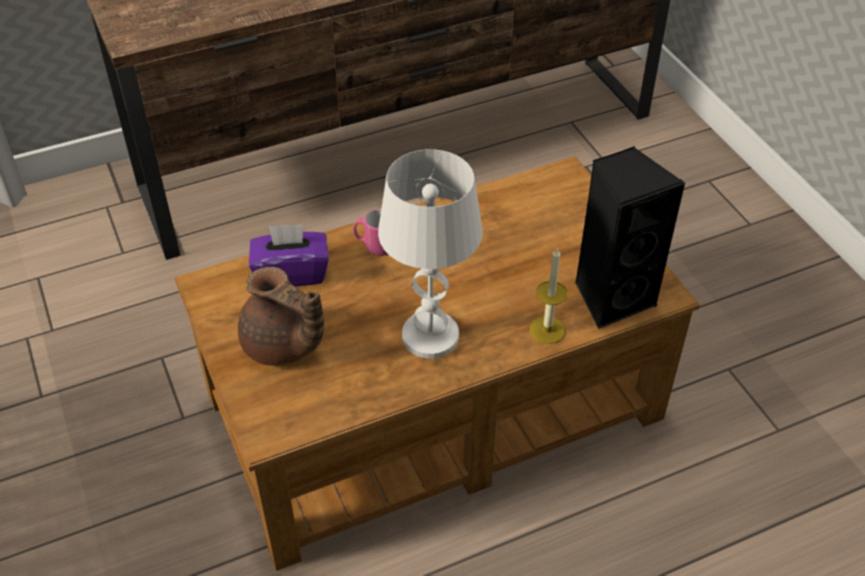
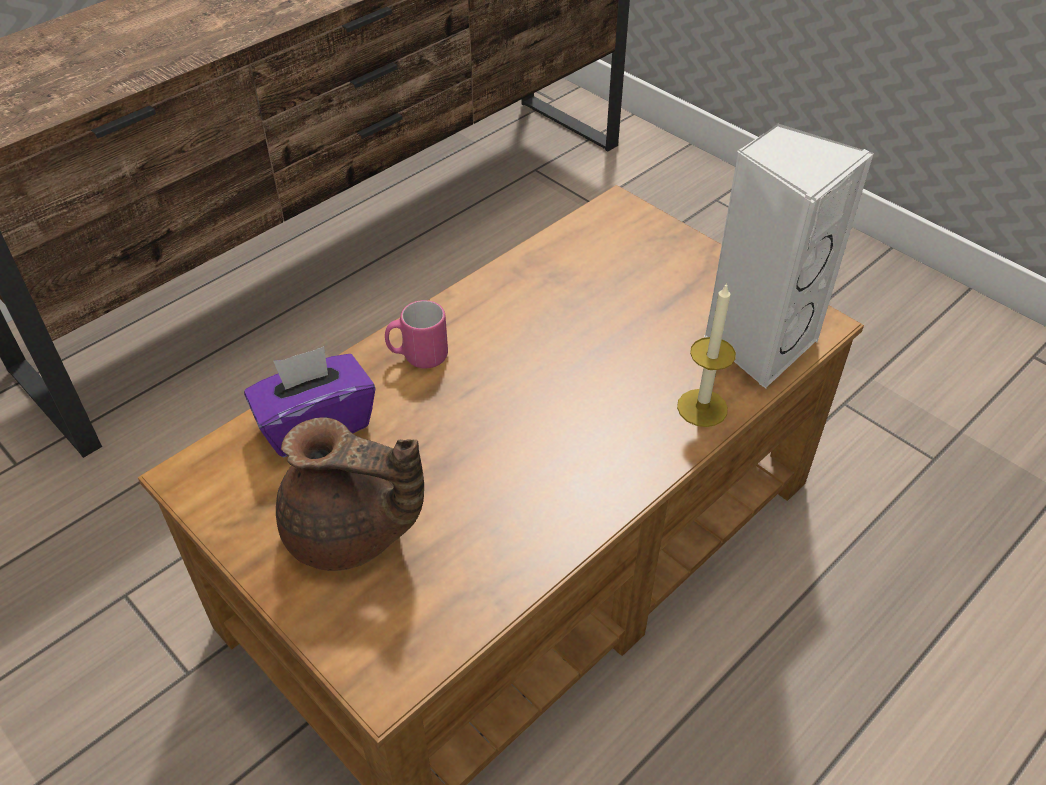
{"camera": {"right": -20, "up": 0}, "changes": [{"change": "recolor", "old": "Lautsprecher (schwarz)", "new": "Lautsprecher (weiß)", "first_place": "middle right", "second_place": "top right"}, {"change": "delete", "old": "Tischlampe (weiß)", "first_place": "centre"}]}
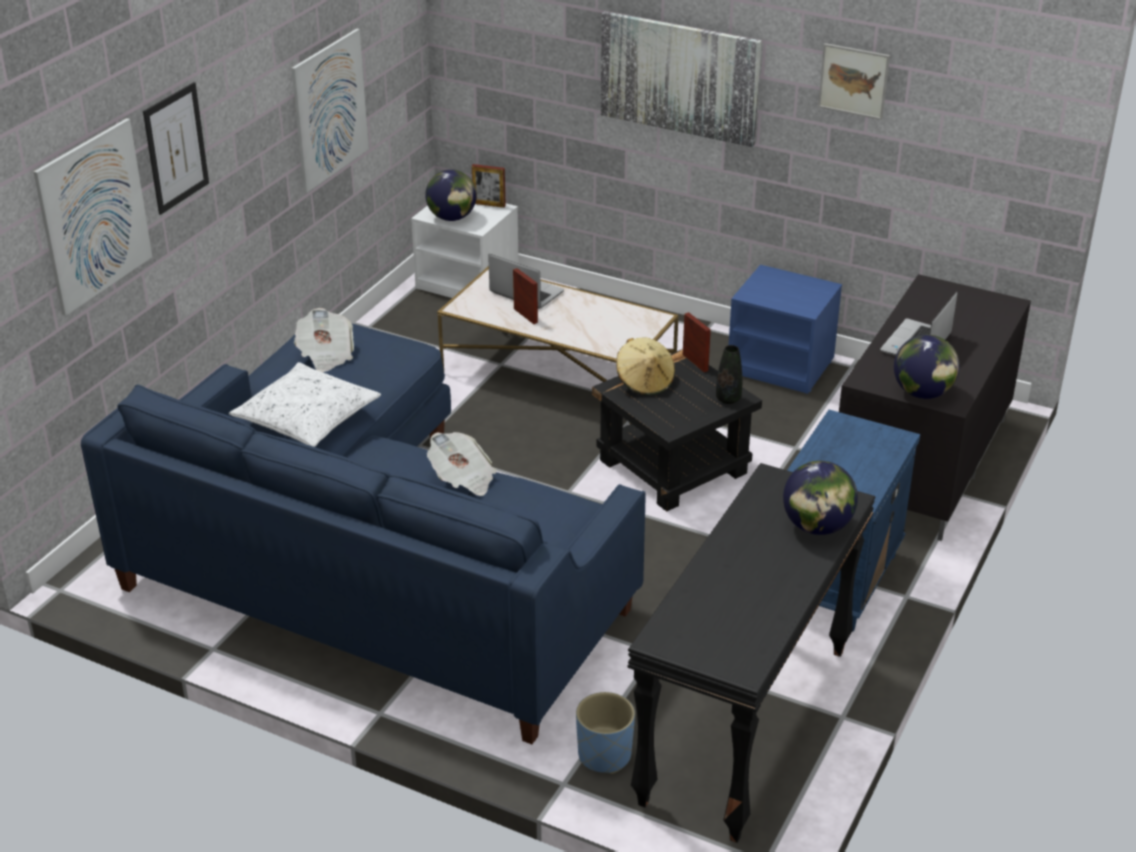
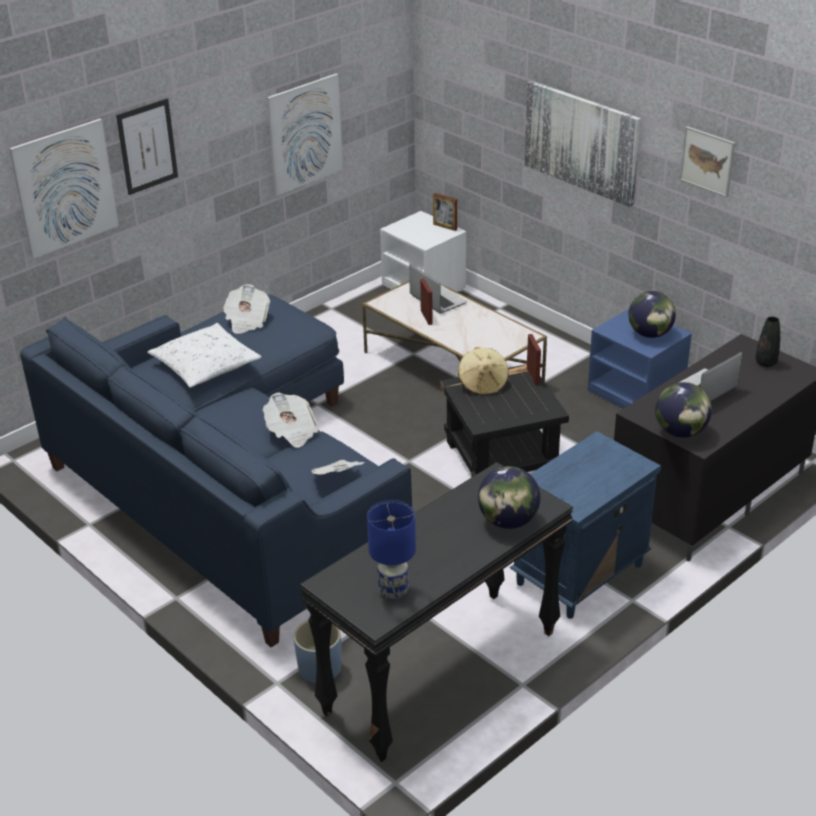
{"camera": {"right": 20, "up": 0}, "changes": [{"change": "insert", "new": "Zeitung (3rd from left)", "second_place": "centre"}, {"change": "insert", "new": "Tischlampe (blau)", "second_place": "bottom centre"}, {"change": "move", "old": "Globus (1st from left in the first image)", "new": "Globus (2nd from left)", "first_place": "top centre", "second_place": "middle right"}, {"change": "move", "old": "Vase (schwarz)", "first_place": "centre", "second_place": "middle right"}]}
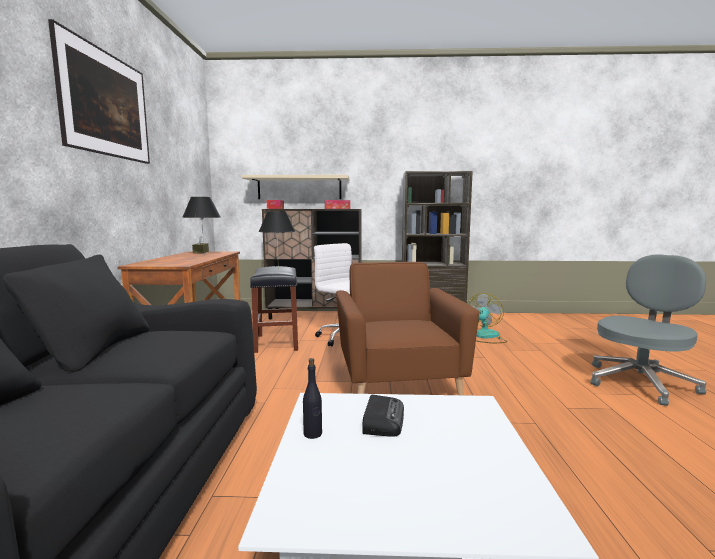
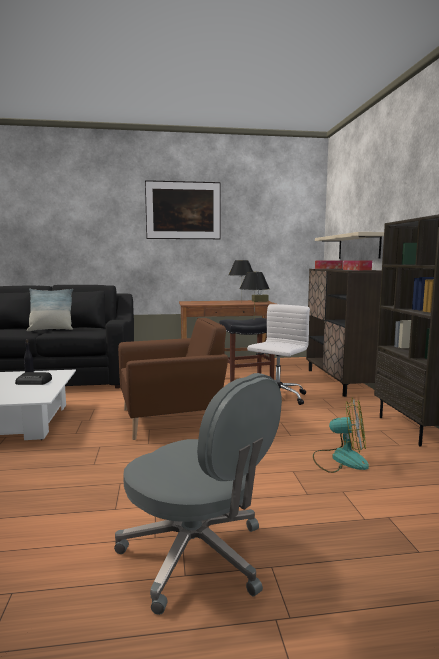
{"camera": {"right": 80, "up": 0}, "changes": [{"change": "insert", "new": "Kissen", "second_place": "middle left"}]}
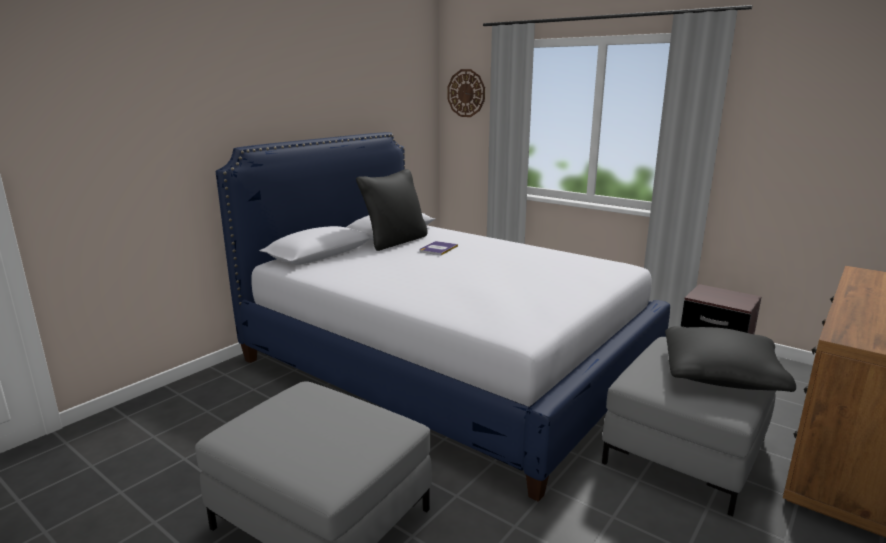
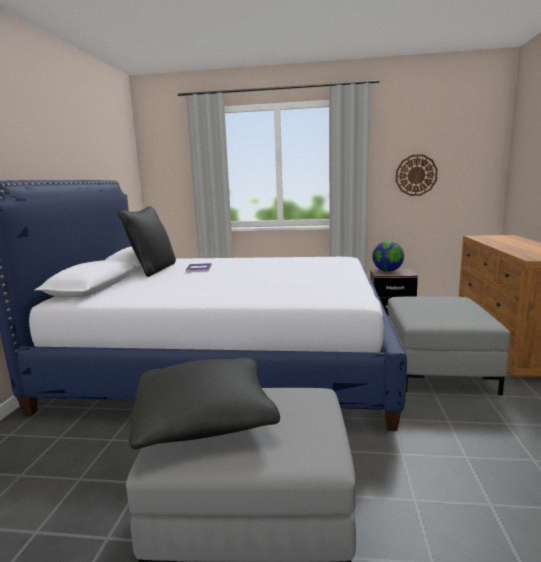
{"camera": {"right": -30, "up": -5}, "changes": [{"change": "move", "old": "Kissen (schwarz) (2nd from left)", "first_place": "middle right", "second_place": "bottom centre"}, {"change": "insert", "new": "Globus", "second_place": "middle right"}, {"change": "move", "old": "Wanduhr", "first_place": "top centre", "second_place": "top right"}]}
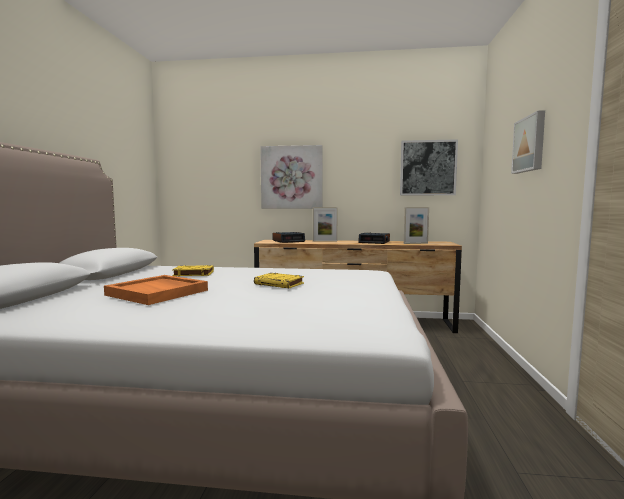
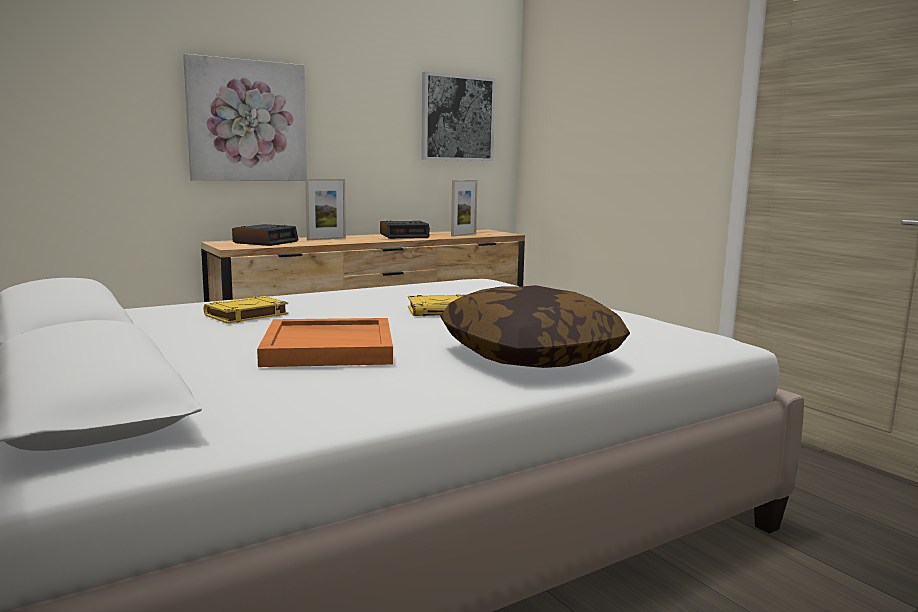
{"camera": {"right": -40, "up": 5}, "changes": [{"change": "insert", "new": "Kissen", "second_place": "centre"}, {"change": "delete", "old": "Bild (3rd from left)", "first_place": "top right"}]}
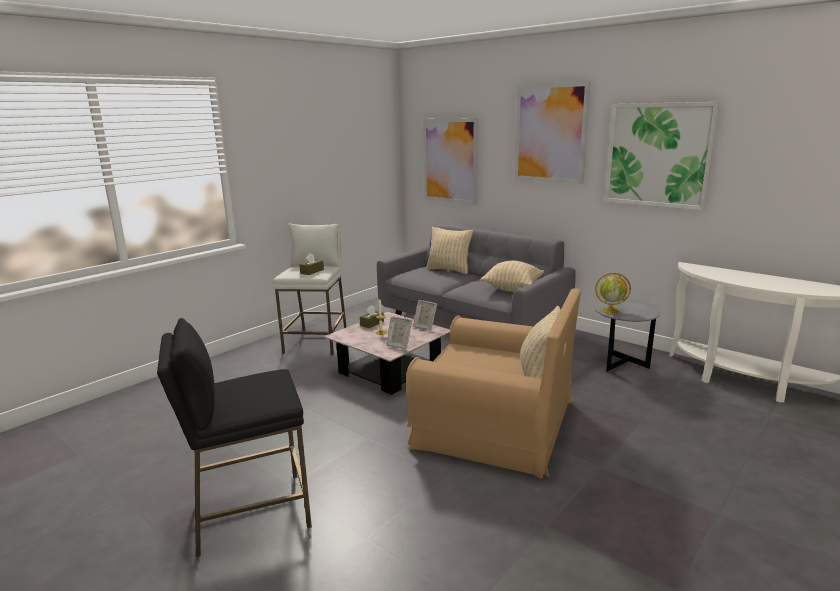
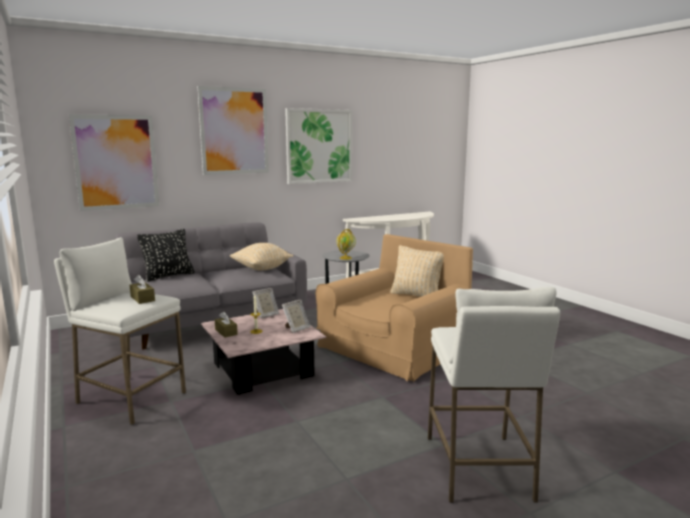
{"camera": {"right": -70, "up": -5}, "changes": [{"change": "recolor", "old": "Kissen (beige) (1st from left)", "new": "Kissen (schwarz)", "first_place": "centre", "second_place": "middle left"}, {"change": "recolor", "old": "Hocker (schwarz)", "new": "Hocker (weiß) (2nd from left)", "first_place": "bottom left", "second_place": "bottom right"}]}
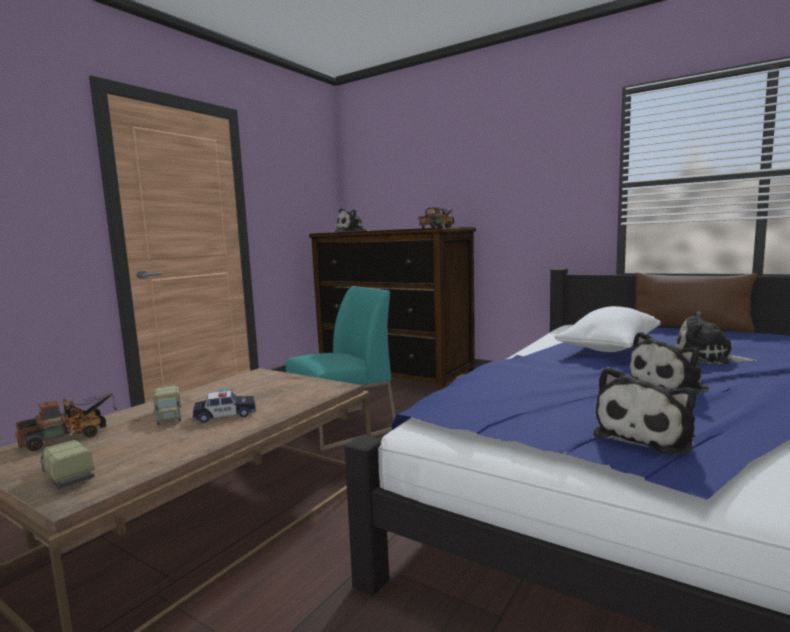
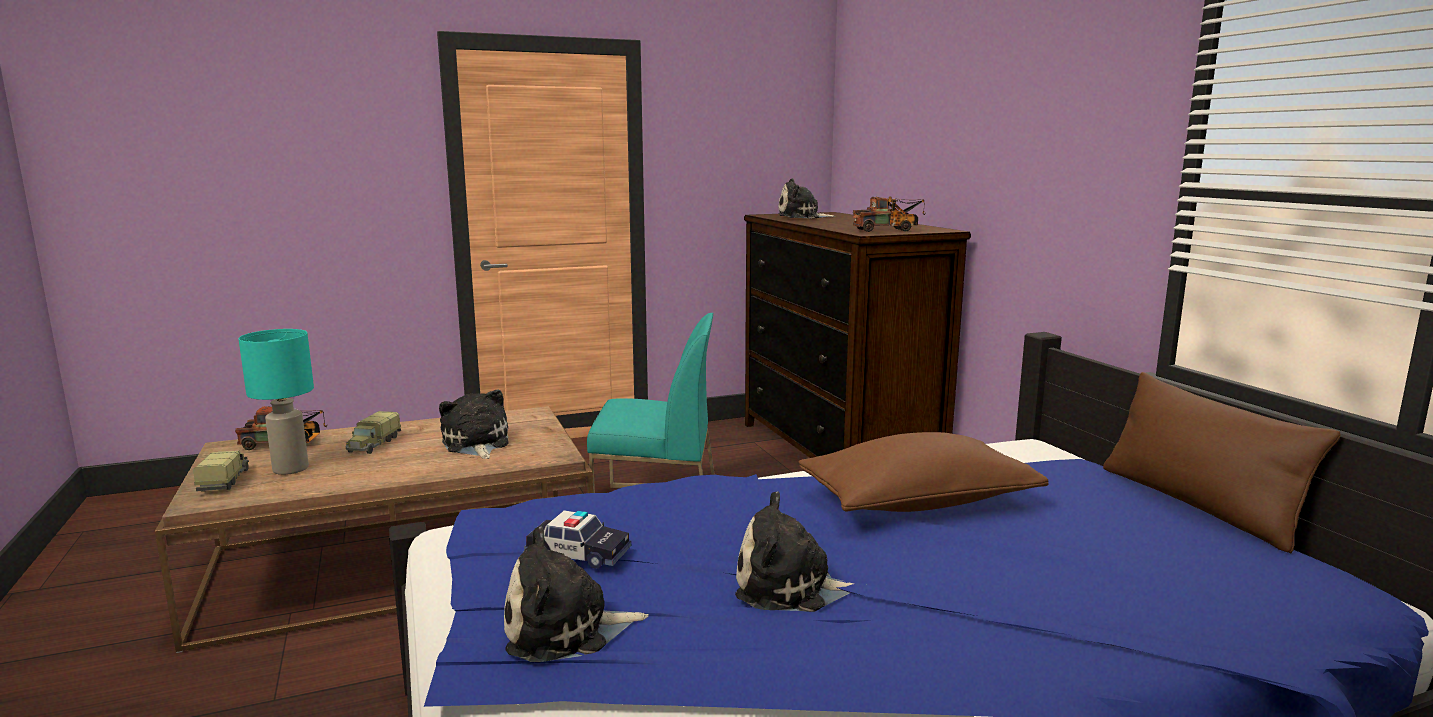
{"camera": {"right": 35, "up": 5}, "changes": [{"change": "insert", "new": "Tischlampe (türkis)", "second_place": "middle left"}, {"change": "move", "old": "Plüschtier (4th from left in the first image)", "new": "Plüschtier (1st from left)", "first_place": "middle right", "second_place": "middle left"}, {"change": "move", "old": "Spielzeugauto", "first_place": "middle left", "second_place": "bottom centre"}, {"change": "recolor", "old": "Kissen (weiß)", "new": "Kissen (braun) (1st from left)", "first_place": "middle right", "second_place": "centre"}]}
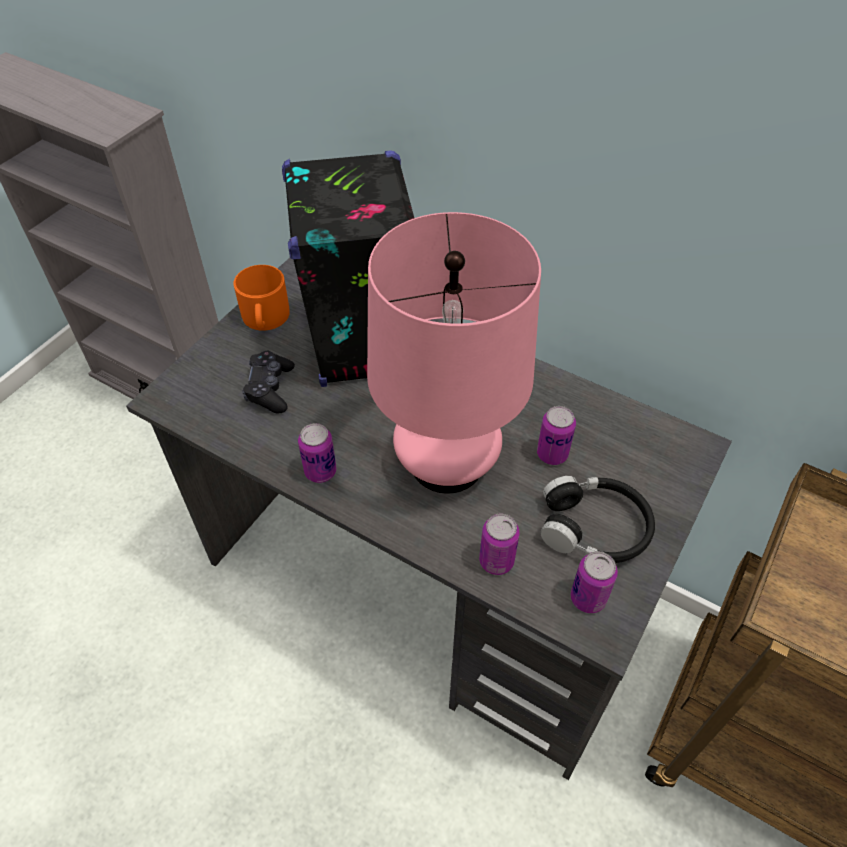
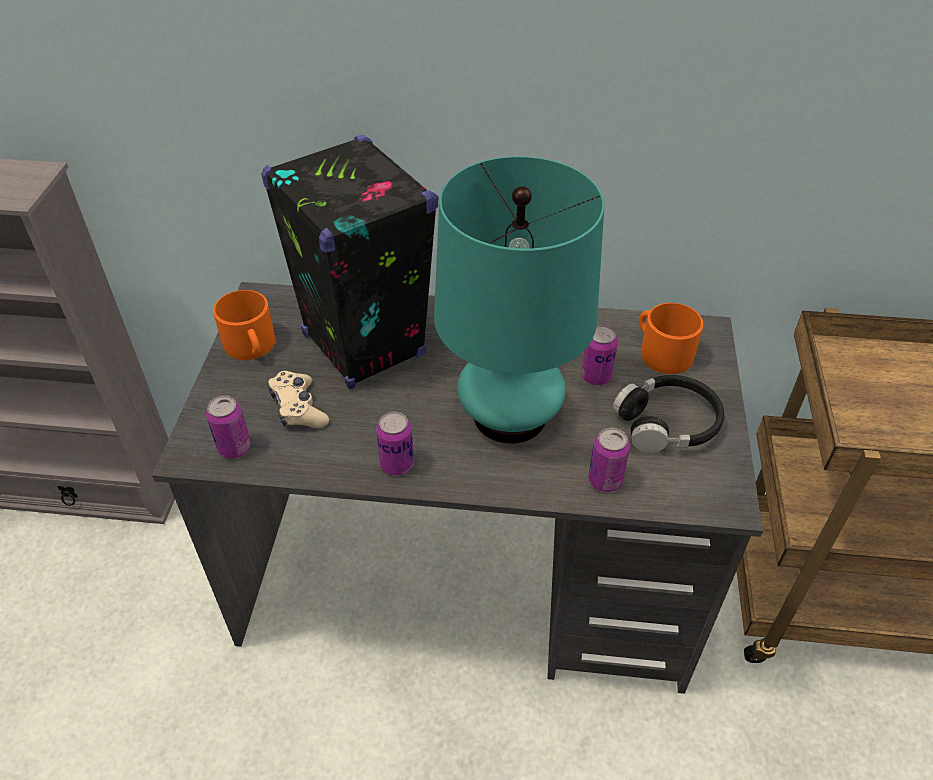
{"camera": {"right": -25, "up": -5}, "changes": [{"change": "move", "old": "Dose (4th from left in the first image)", "new": "Dose (1st from left)", "first_place": "bottom right", "second_place": "middle left"}, {"change": "recolor", "old": "Gamepad (schwarz)", "new": "Gamepad (beige)", "first_place": "middle left", "second_place": "middle left"}, {"change": "recolor", "old": "Tischlampe (rosa)", "new": "Tischlampe (türkis)", "first_place": "centre", "second_place": "centre"}, {"change": "insert", "new": "Henkelbecher (orange) (2nd from left)", "second_place": "middle right"}]}
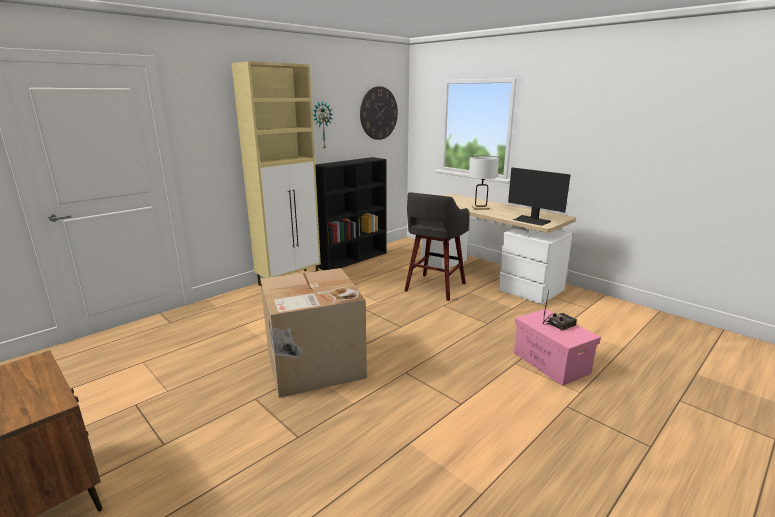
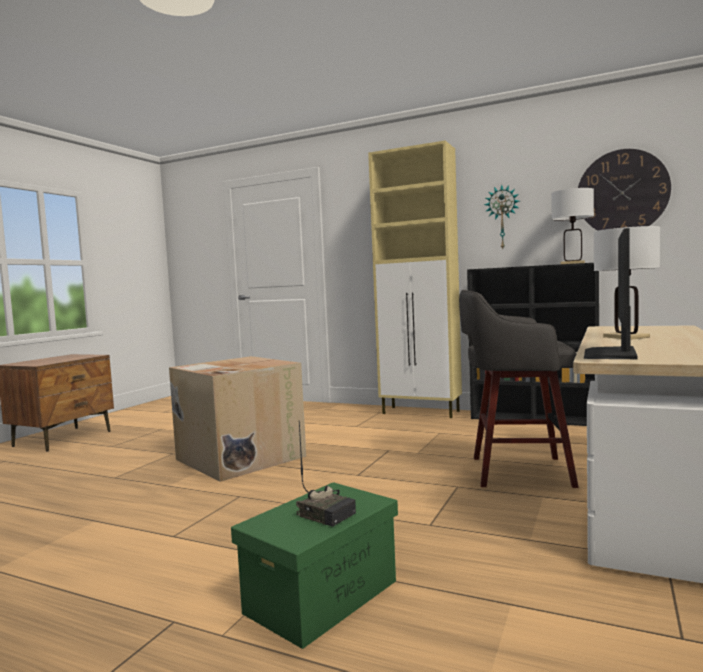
{"camera": {"right": 70, "up": -15}, "changes": [{"change": "recolor", "old": "Aufbewahrungsbox (rosa)", "new": "Aufbewahrungsbox (grün)", "first_place": "bottom right", "second_place": "bottom centre"}, {"change": "insert", "new": "Tischlampe (weiß) (1st from left)", "second_place": "middle right"}]}
